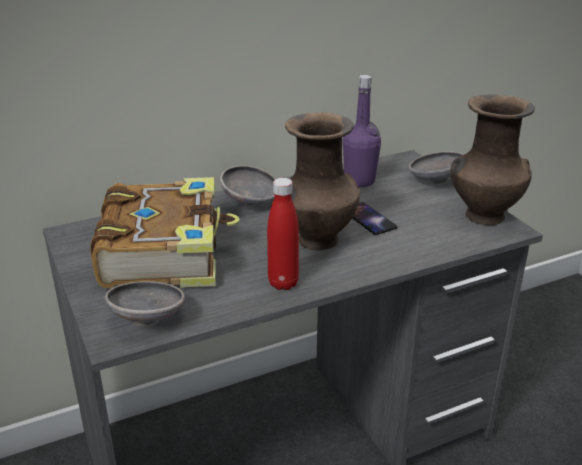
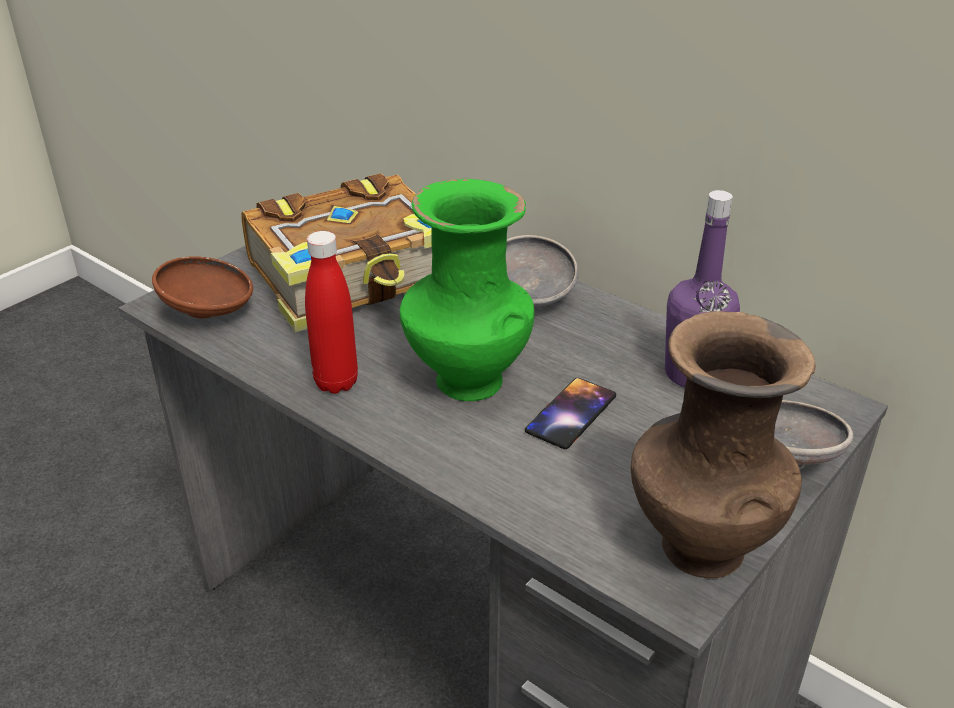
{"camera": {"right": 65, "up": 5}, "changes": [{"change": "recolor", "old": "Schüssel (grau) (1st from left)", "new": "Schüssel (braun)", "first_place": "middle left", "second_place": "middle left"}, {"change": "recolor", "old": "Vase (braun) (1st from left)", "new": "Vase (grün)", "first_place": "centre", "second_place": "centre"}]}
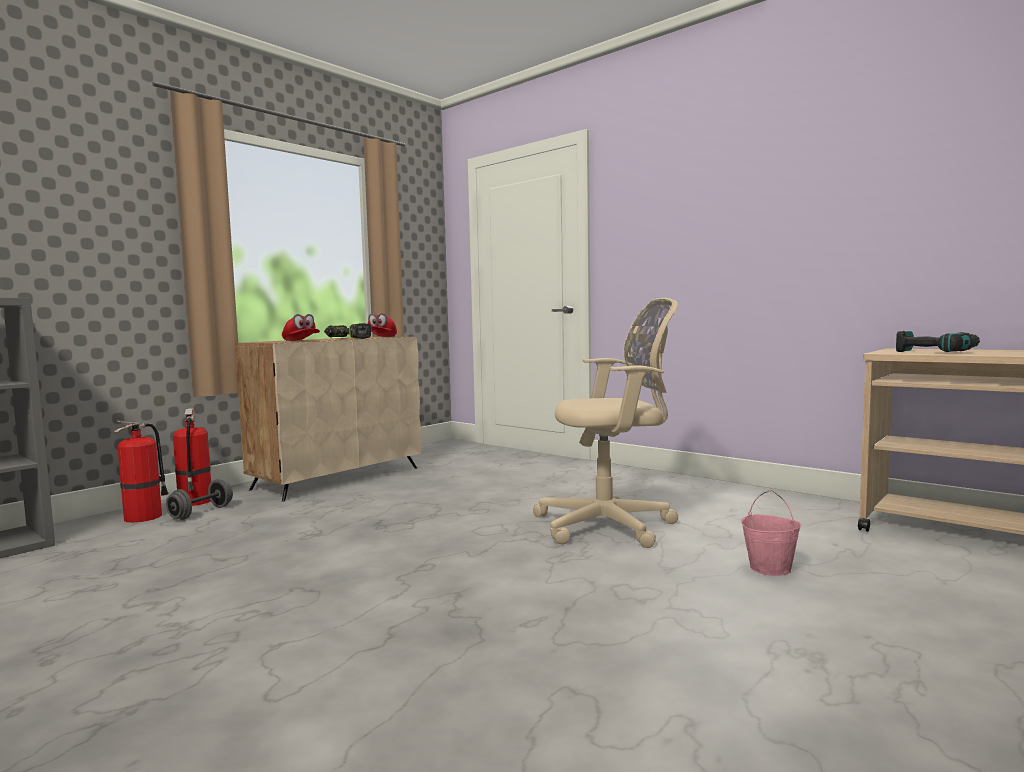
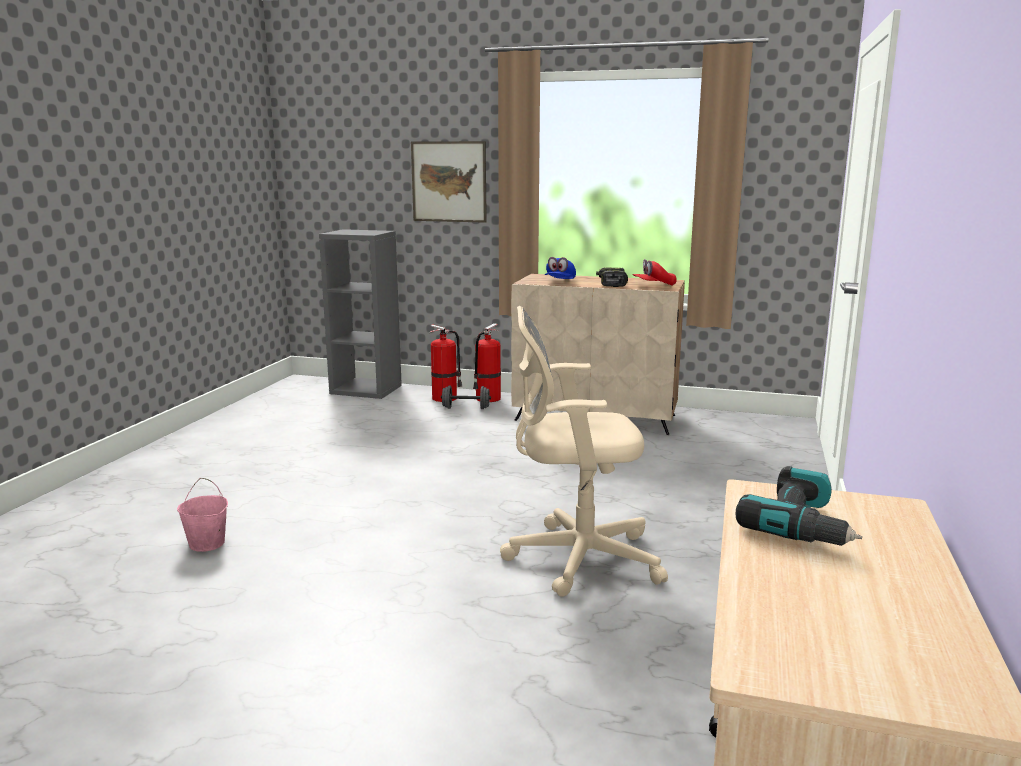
{"camera": {"right": 65, "up": 10}, "changes": [{"change": "move", "old": "Eimer (rosa)", "first_place": "bottom right", "second_place": "bottom left"}, {"change": "insert", "new": "Bild", "second_place": "top centre"}, {"change": "rotate", "old": "Bürostuhl (beige)", "first_place": "centre", "second_place": "centre", "degrees": 120}, {"change": "recolor", "old": "Kappe (rot) (1st from left)", "new": "Kappe (blau)", "first_place": "middle left", "second_place": "centre"}]}
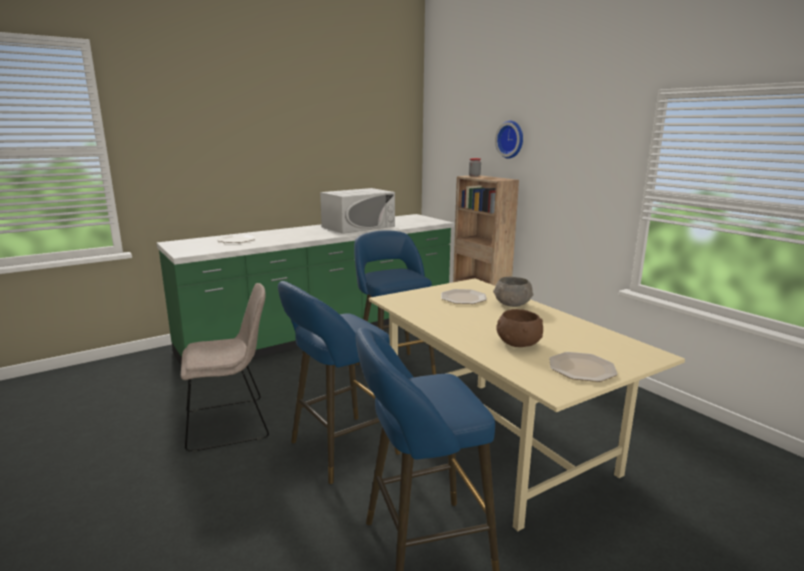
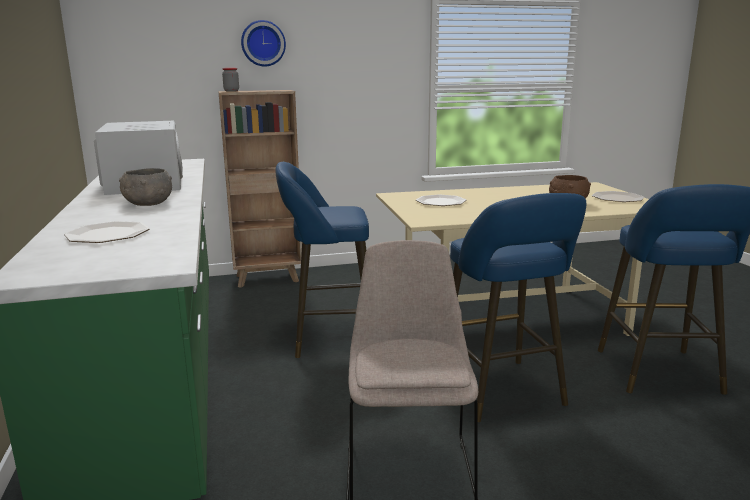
{"camera": {"right": -70, "up": 0}, "changes": [{"change": "move", "old": "Schüssel (grau)", "first_place": "centre", "second_place": "middle left"}]}
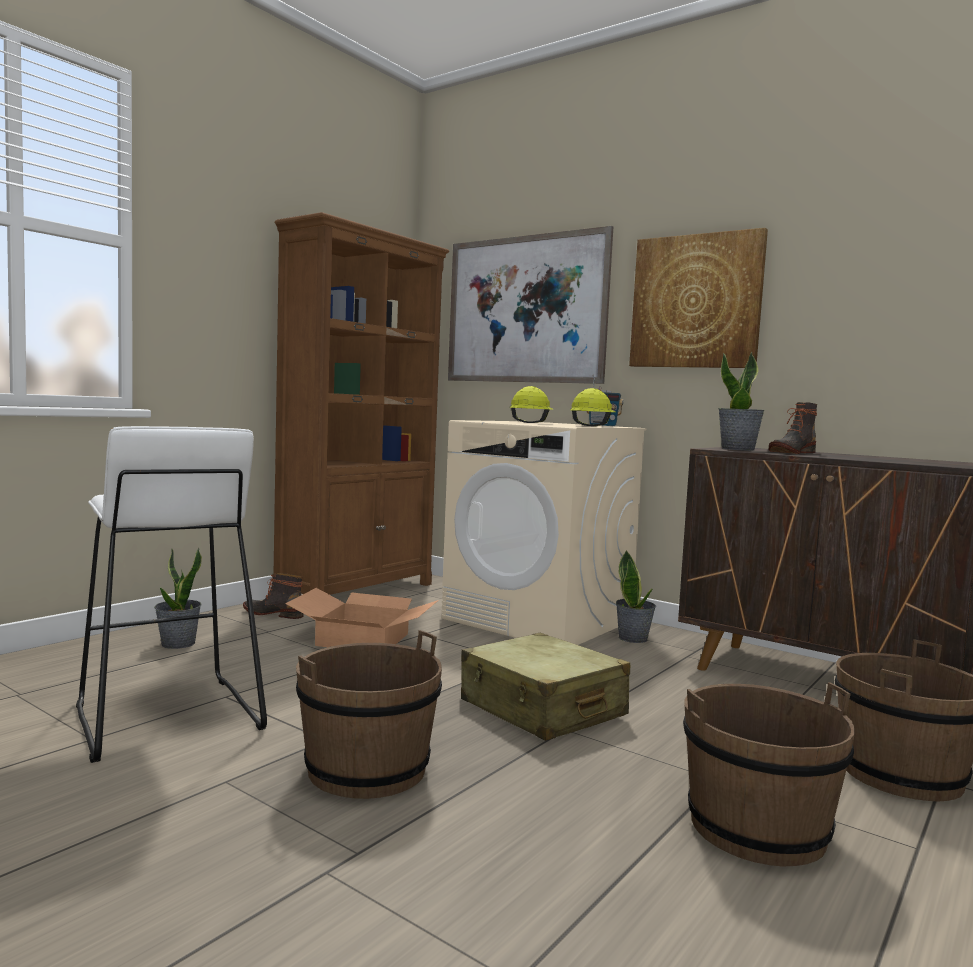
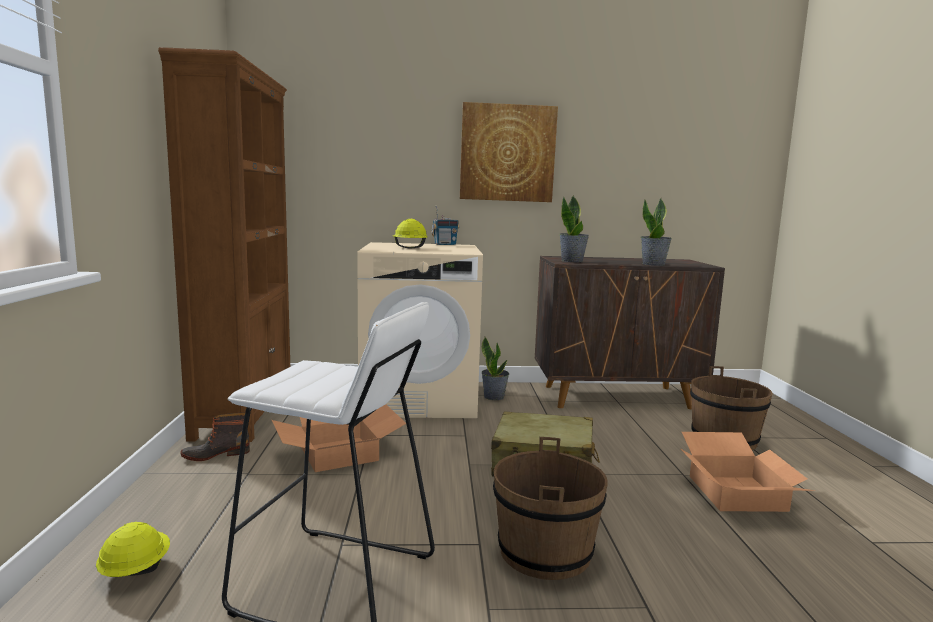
{"camera": {"right": -40, "up": 5}, "changes": [{"change": "move", "old": "Schutzhelm (gelb) (2nd from left in the first image)", "new": "Schutzhelm (gelb) (1st from left)", "first_place": "centre", "second_place": "bottom left"}, {"change": "move", "old": "Topfpflanze (1st from left in the first image)", "new": "Topfpflanze (3rd from left)", "first_place": "middle left", "second_place": "middle right"}, {"change": "replace", "old": "Eimer (braun) (2nd from left)", "new": "Karton (2nd from left)", "first_place": "bottom right", "second_place": "bottom right"}, {"change": "delete", "old": "Bild (1st from left)", "first_place": "top centre"}, {"change": "delete", "old": "Stiefel (2nd from left)", "first_place": "middle right"}]}
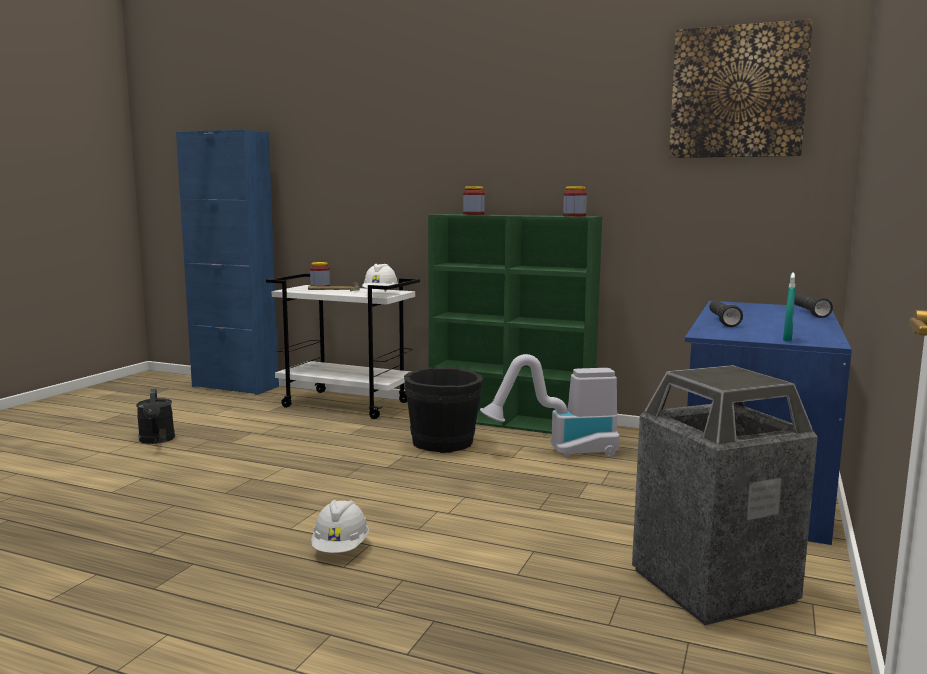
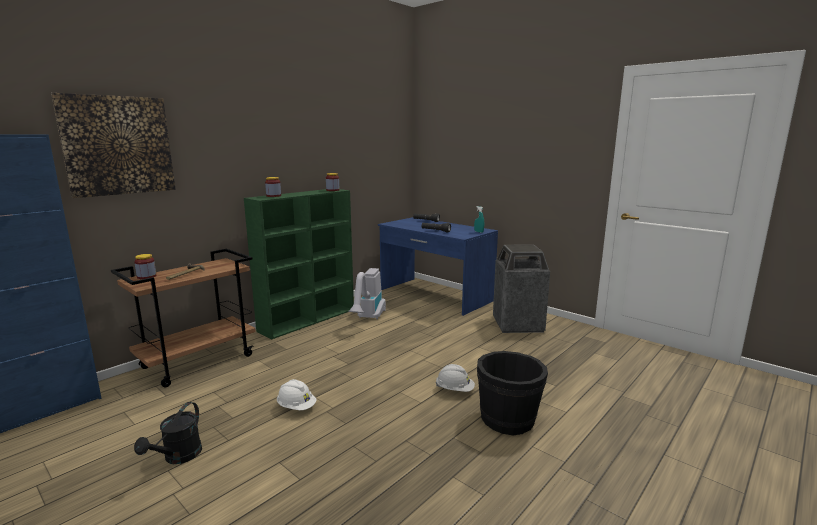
{"camera": {"right": -70, "up": 5}, "changes": [{"change": "move", "old": "Bild", "first_place": "top right", "second_place": "top left"}, {"change": "recolor", "old": "Rollwagen (weiß)", "new": "Rollwagen (braun)", "first_place": "centre", "second_place": "middle left"}, {"change": "rotate", "old": "Gießkanne (schwarz)", "first_place": "middle left", "second_place": "bottom left", "degrees": 105}, {"change": "move", "old": "Schutzhelm (weiß) (2nd from left in the first image)", "new": "Schutzhelm (weiß) (1st from left)", "first_place": "centre", "second_place": "bottom centre"}, {"change": "move", "old": "Eimer (schwarz)", "first_place": "centre", "second_place": "bottom centre"}]}
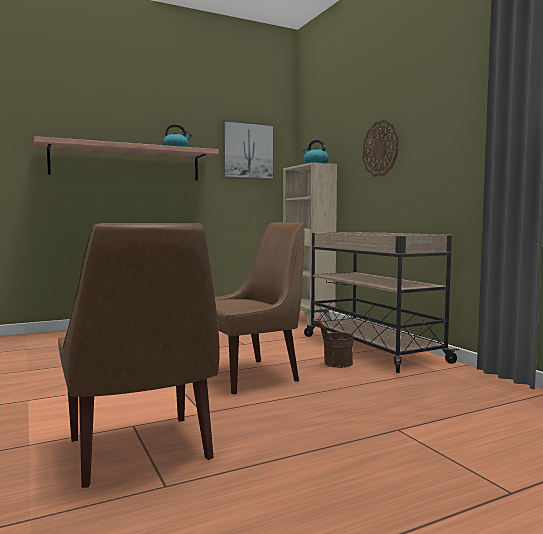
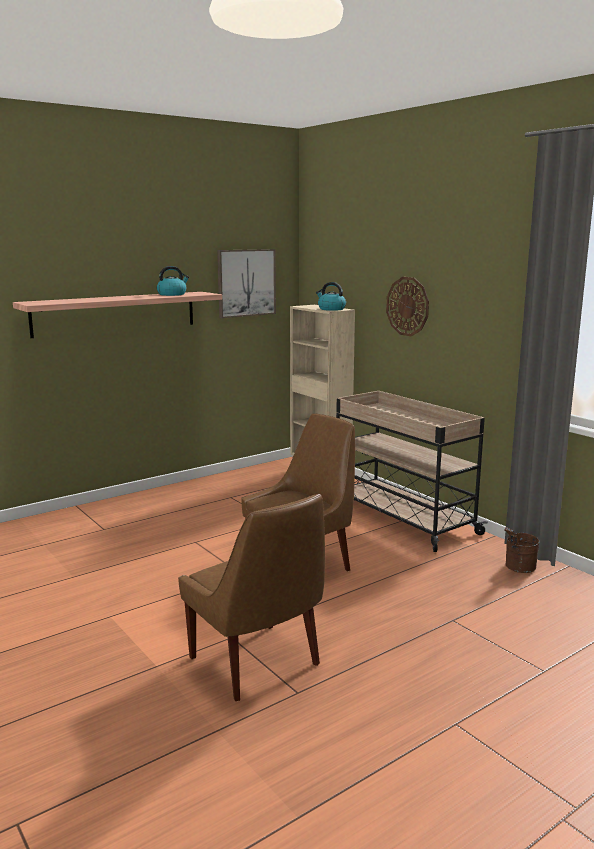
{"camera": {"right": -10, "up": 10}, "changes": [{"change": "move", "old": "Eimer (braun)", "first_place": "centre", "second_place": "middle right"}]}
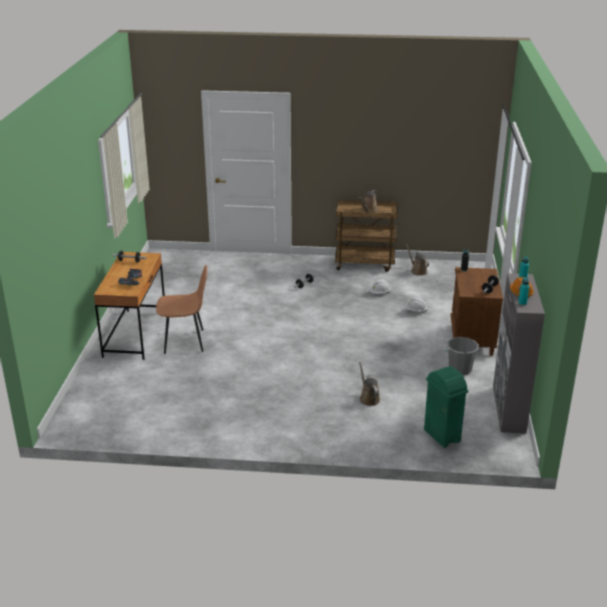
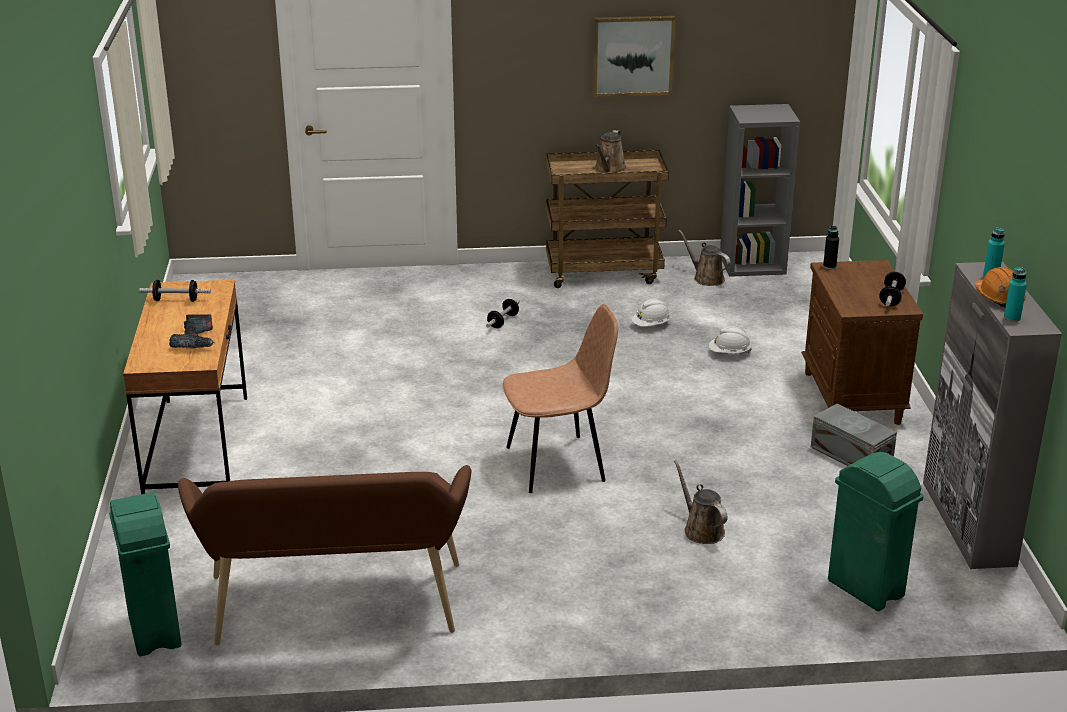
{"camera": {"right": -10, "up": 0}, "changes": [{"change": "insert", "new": "Mülleimer (grün) (1st from left)", "second_place": "bottom left"}, {"change": "insert", "new": "Bank (braun)", "second_place": "bottom left"}, {"change": "move", "old": "Stuhl (braun)", "first_place": "middle left", "second_place": "centre"}, {"change": "insert", "new": "Bild", "second_place": "top centre"}, {"change": "insert", "new": "Bücherregal (grau)", "second_place": "top right"}, {"change": "replace", "old": "Eimer (grau)", "new": "Aufbewahrungsbox (grau)", "first_place": "middle right", "second_place": "middle right"}]}
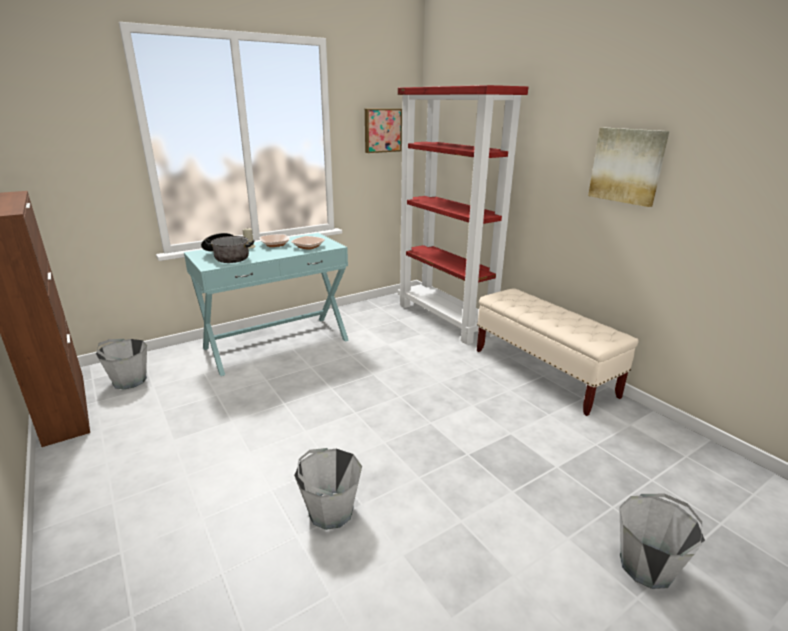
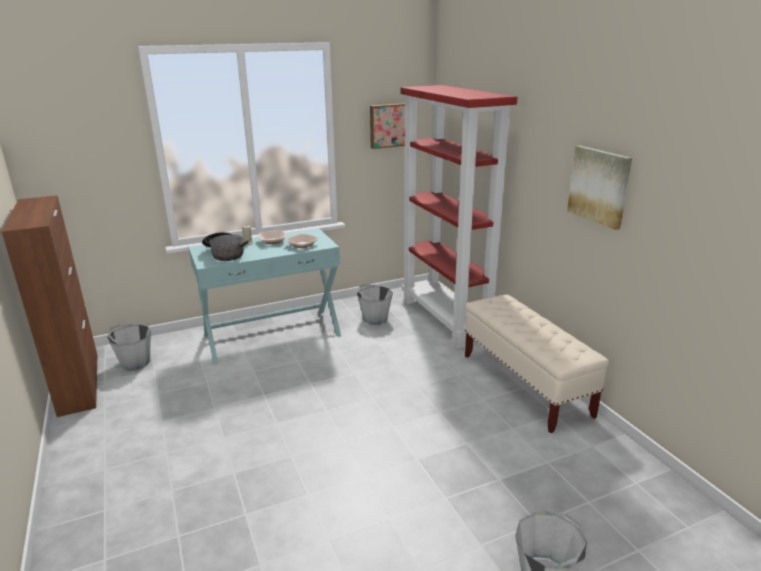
{"camera": {"right": 10, "up": 0}, "changes": [{"change": "move", "old": "Eimer (grau) (2nd from left)", "first_place": "bottom centre", "second_place": "centre"}]}
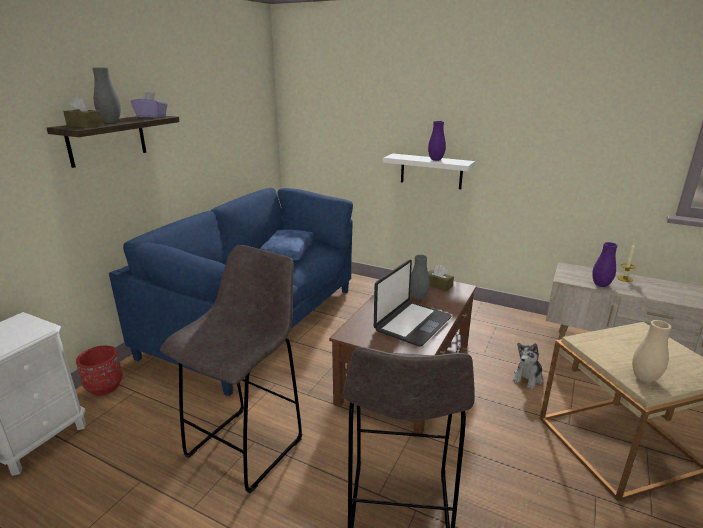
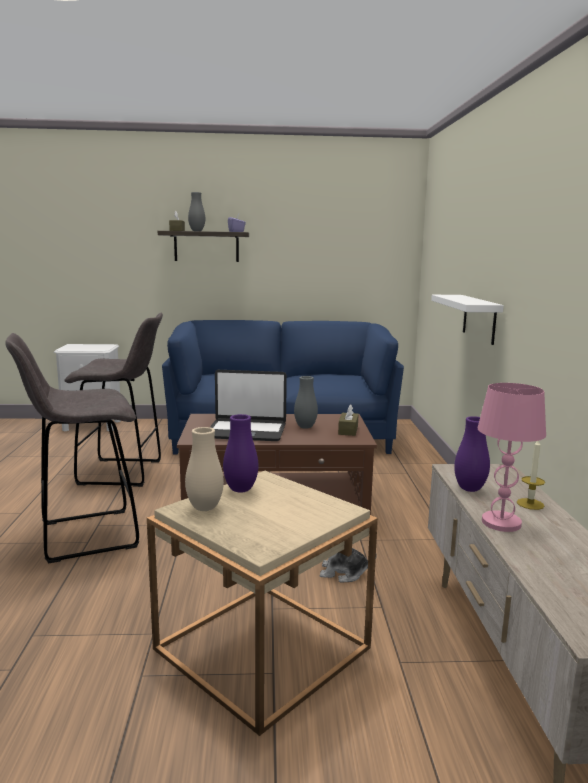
{"camera": {"right": 60, "up": -10}, "changes": [{"change": "move", "old": "Vase (lila) (1st from left)", "first_place": "top centre", "second_place": "centre"}, {"change": "insert", "new": "Tischlampe (rosa)", "second_place": "middle right"}, {"change": "delete", "old": "Pflanzkübel (rot)", "first_place": "bottom left"}, {"change": "delete", "old": "Kissen (blau)", "first_place": "centre"}]}
